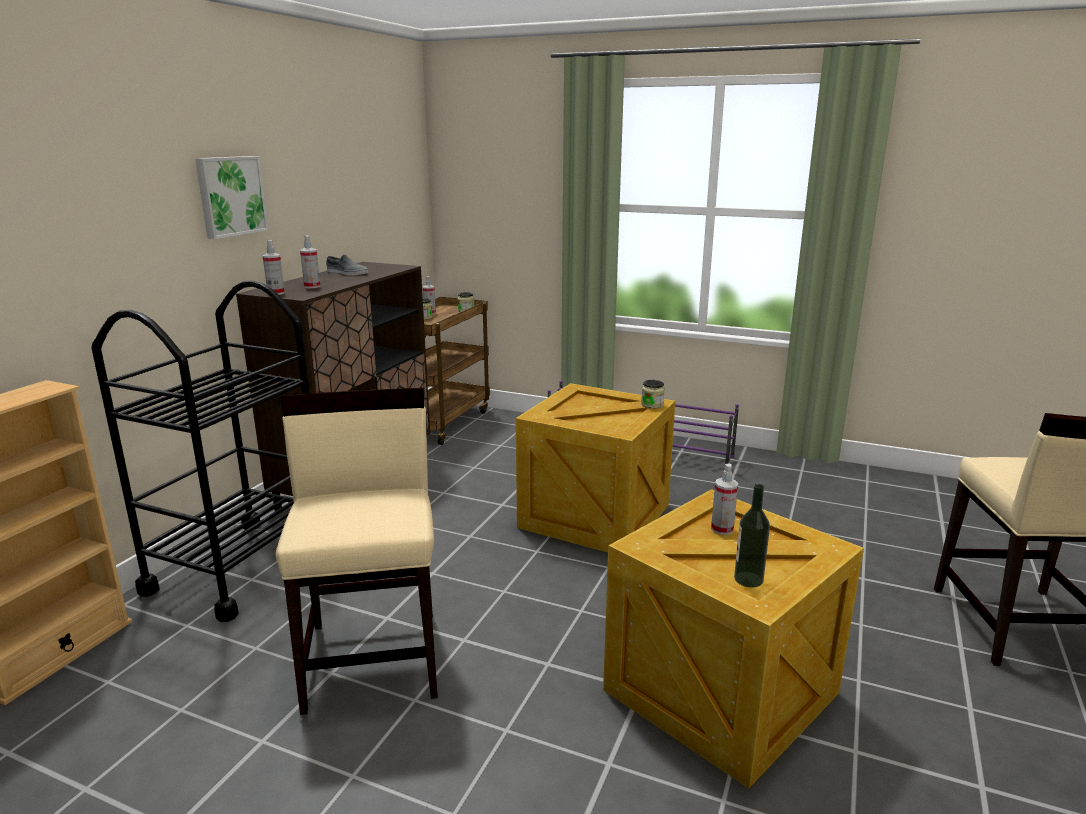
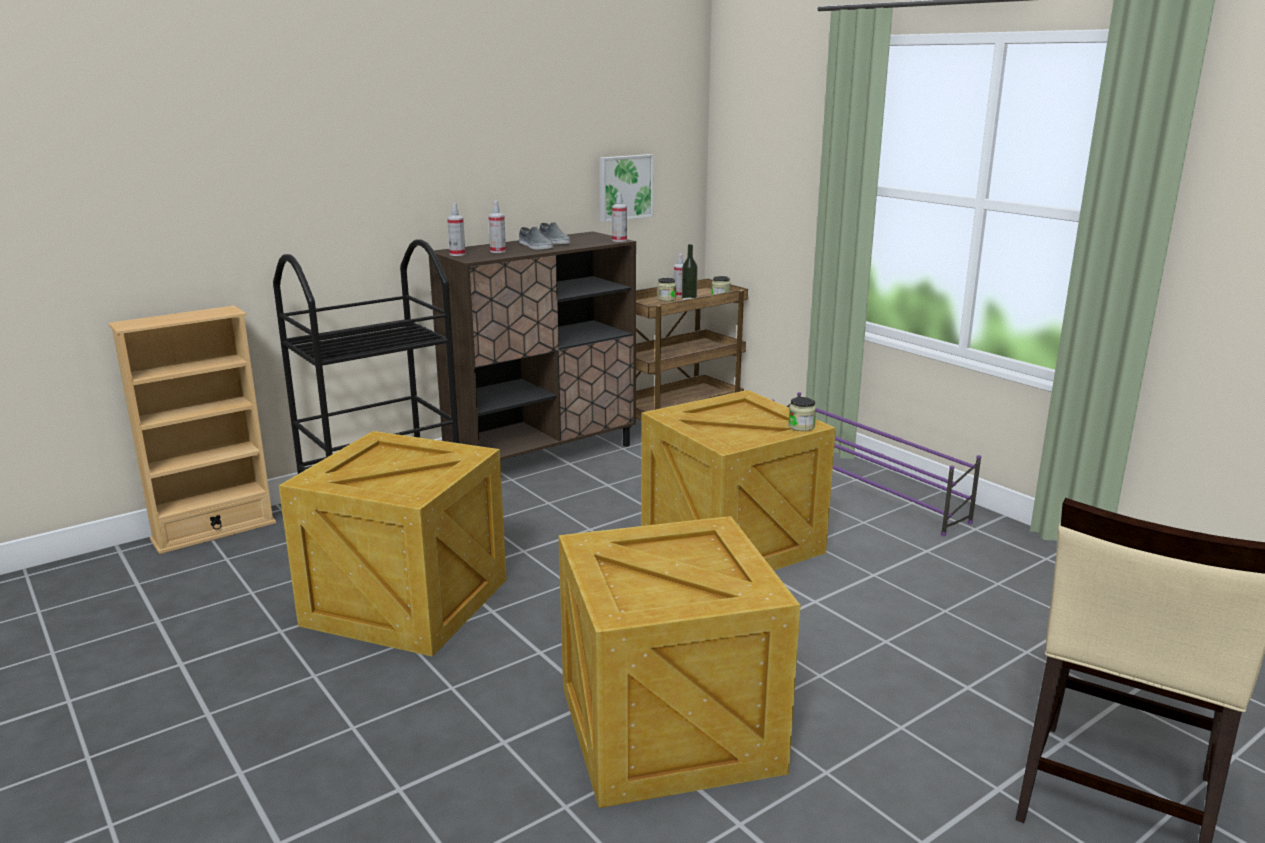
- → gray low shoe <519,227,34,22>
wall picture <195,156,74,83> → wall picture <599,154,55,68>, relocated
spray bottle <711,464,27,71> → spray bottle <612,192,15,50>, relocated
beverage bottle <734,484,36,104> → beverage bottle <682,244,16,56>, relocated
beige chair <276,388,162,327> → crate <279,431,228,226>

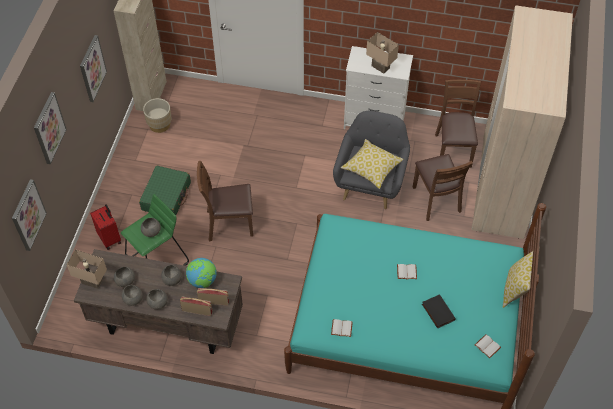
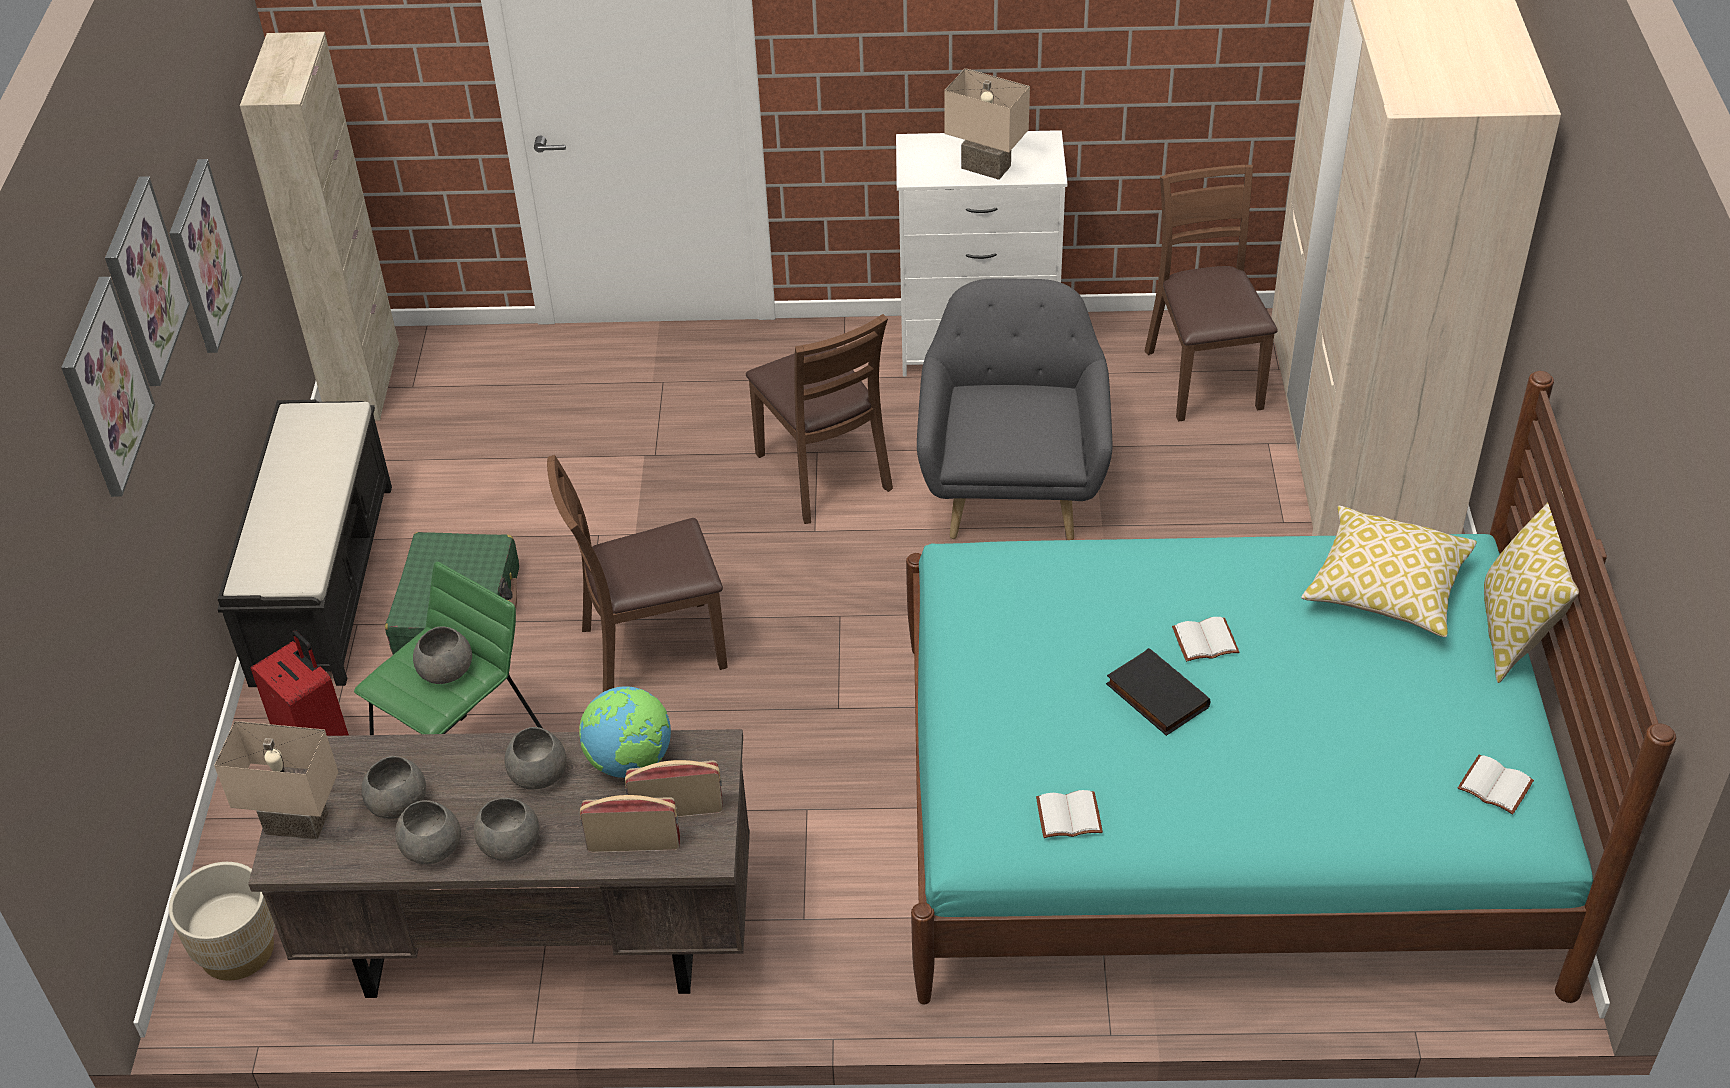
- → black-coloured bench <217,400,175,287>
wall picture <12,179,35,72> → wall picture <105,176,85,210>, relocated
beige planter <143,98,29,35> → beige planter <169,862,106,119>, relocated
pillow <341,139,62,50> → pillow <1301,506,176,131>, relocated
brownish chair <413,154,60,67> → brownish chair <746,314,147,210>, relocated
black-coloured book <422,294,34,35> → black-coloured book <1106,648,104,88>, relocated

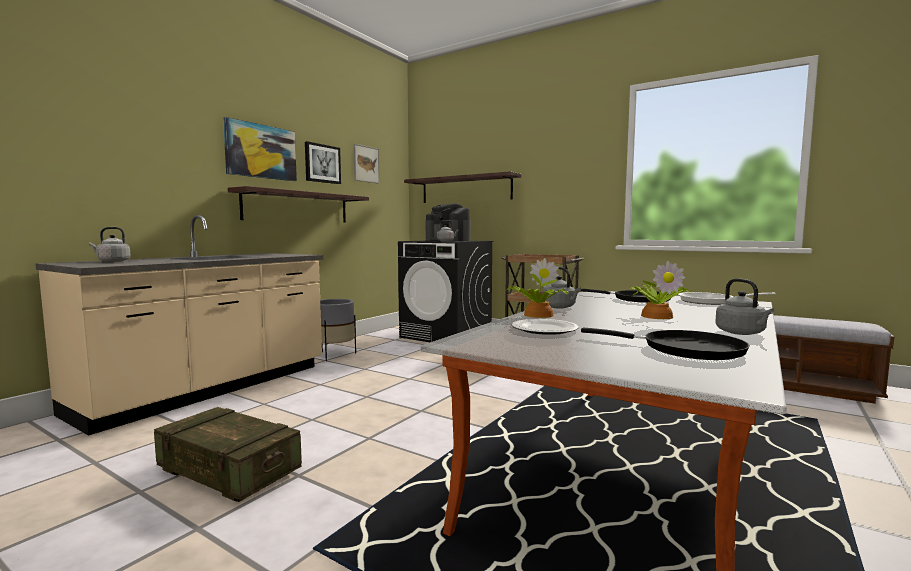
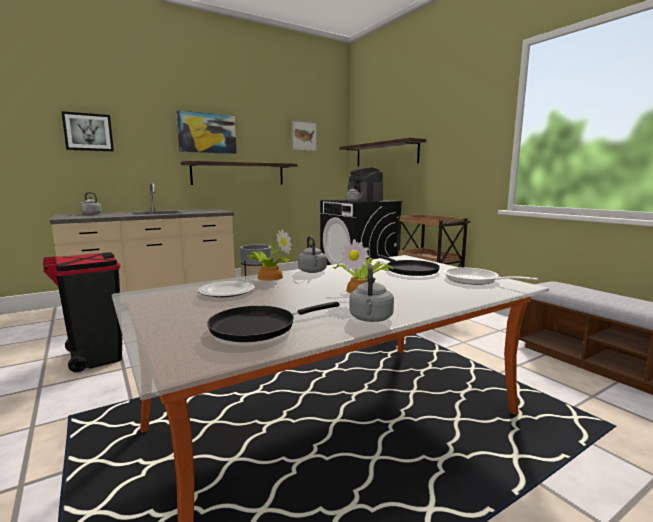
wall picture <305,141,36,43> → wall picture <61,111,53,41>, relocated
crate <154,407,148,95> → black-coloured trash can <43,252,79,120>
black-coloured skillet <581,328,169,32> → black-coloured skillet <207,302,133,40>, 90 degrees clockwise

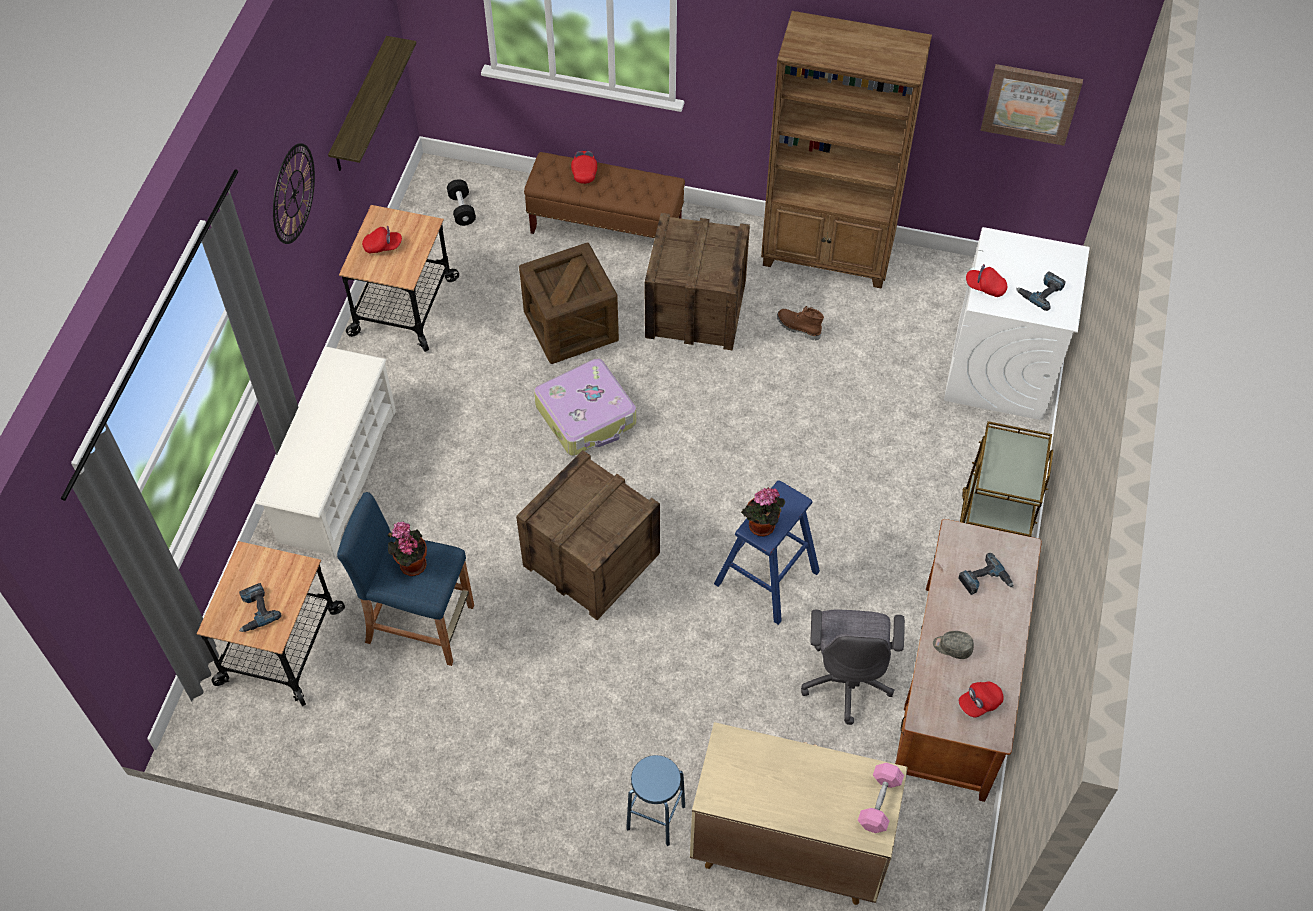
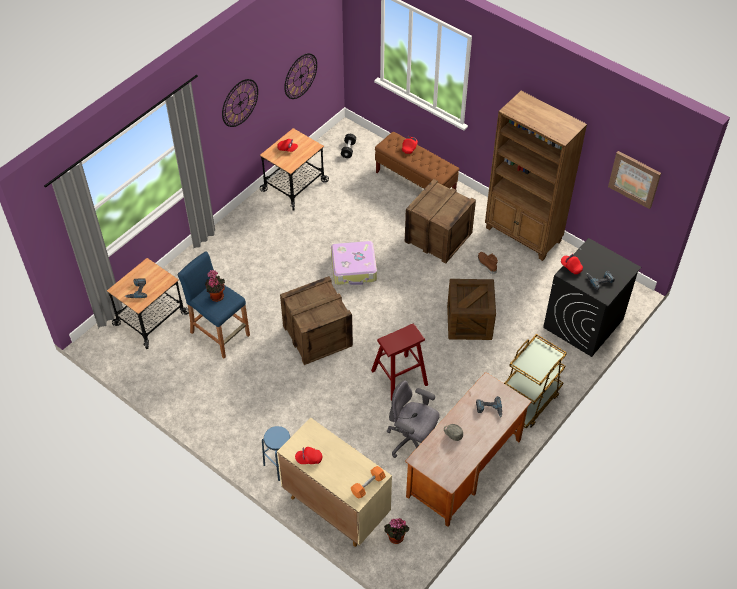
white-coloured shoe stand <256,347,140,211> → -
crate <519,242,100,122> → crate <447,279,49,61>, relocated
plant in a pot <741,487,44,49> → plant in a pot <384,518,25,26>, relocated
red cap <959,681,45,37> → red cap <295,447,27,17>, relocated
bracket shelf <328,36,88,135> → wall clock <284,53,33,46>
blue-coloured sitting stool <714,480,106,145> → red sitting stool <371,324,57,77>
pink free weight <858,763,46,70> → orange-coloured free weight <351,466,35,32>
white-coloured washing machine <944,227,146,194> → black-coloured washing machine <543,238,98,119>
gray computer chair <801,609,104,116> → gray computer chair <386,380,54,78>, 90 degrees clockwise

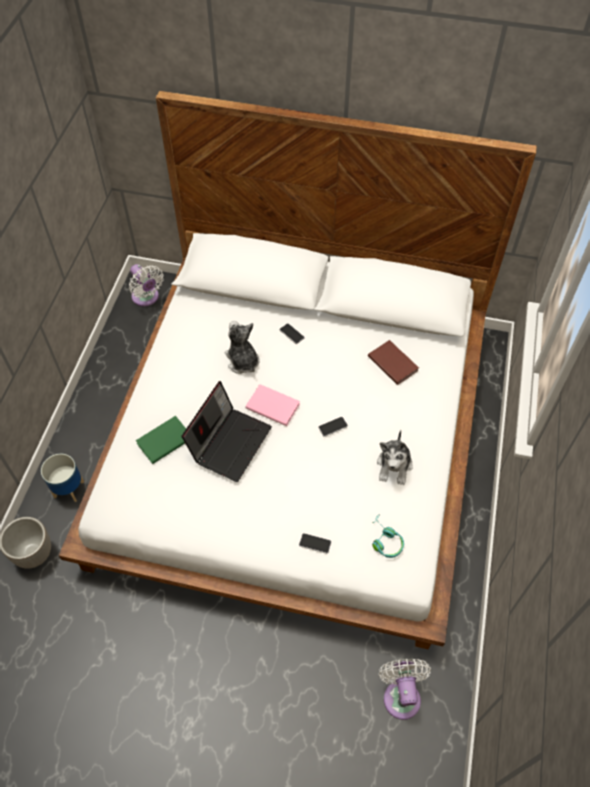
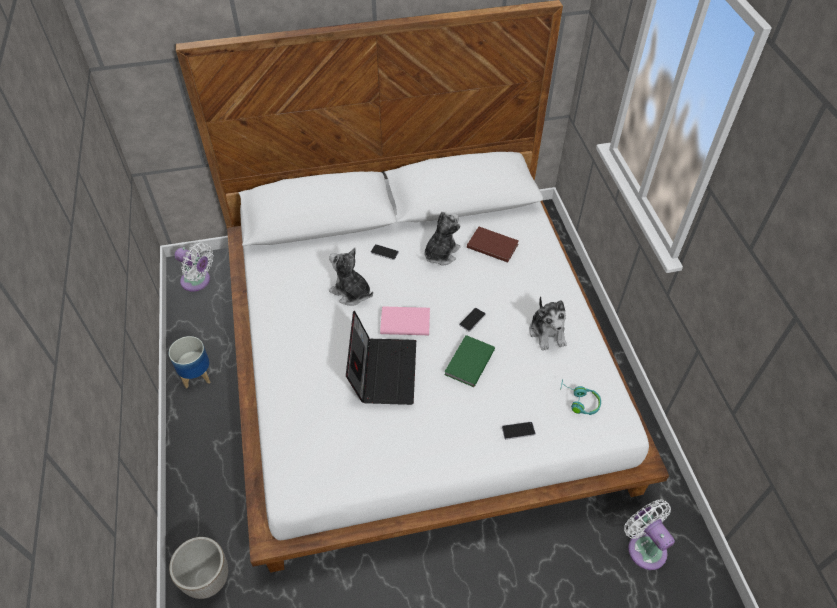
- → soft toy <424,211,37,54>
planter <41,454,43,48> → planter <169,336,41,52>, relocated
green-coloured book <136,416,50,48> → green-coloured book <444,335,51,52>, relocated

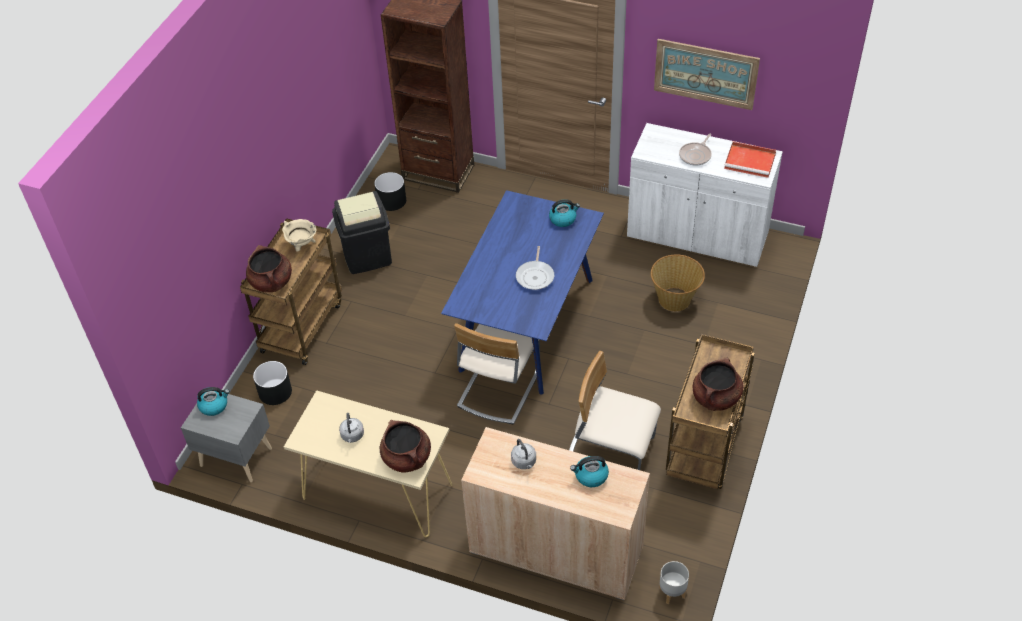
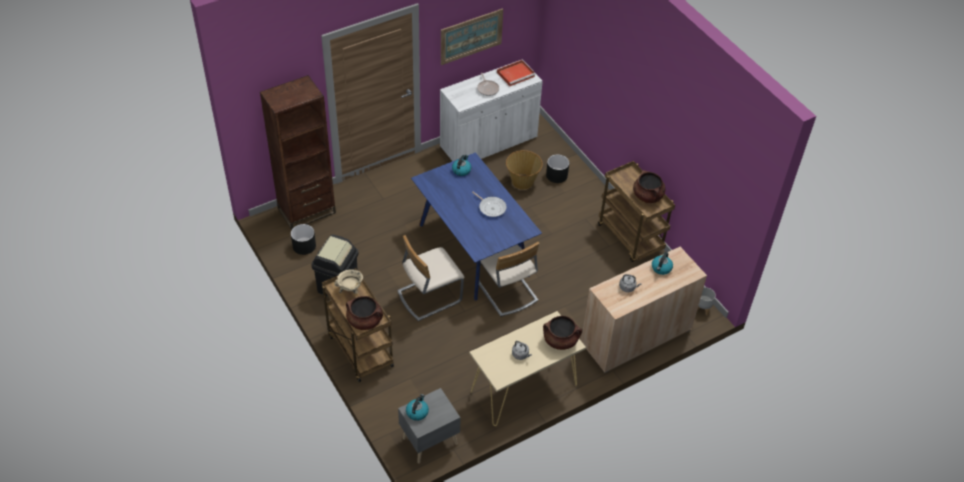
black-coloured planter <253,361,39,44> → black-coloured planter <546,154,23,29>, relocated
beige chair <569,351,92,119> → beige chair <397,235,67,86>, relocated

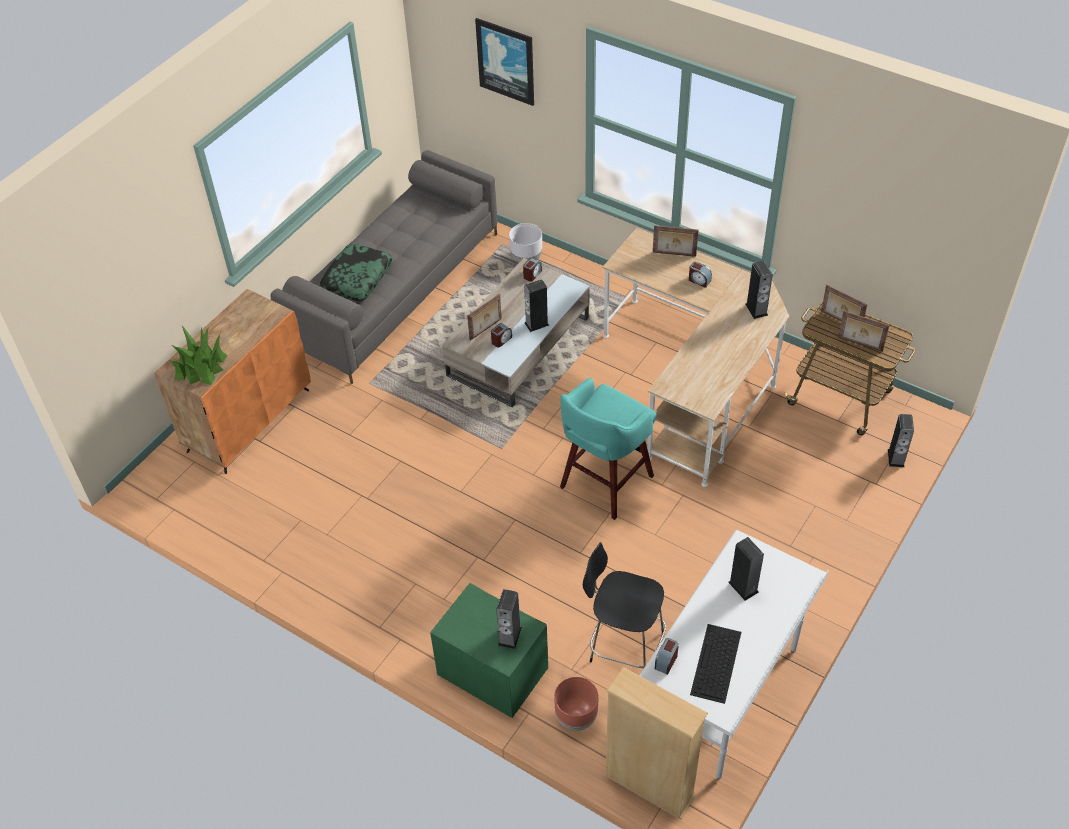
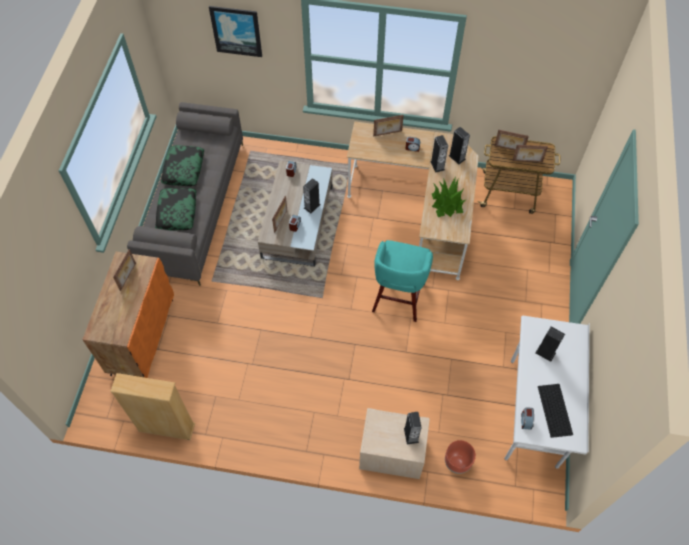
white-coloured planter <509,223,33,39> → -
black-coloured chair <583,542,83,126> → -
- → picture frame <113,249,23,42>
- → pillow <161,145,43,41>
plant in a pot <169,326,59,59> → plant in a pot <432,177,33,40>, relocated
beige bookshelf <604,667,104,153> → beige bookshelf <110,373,85,67>, relocated
speaker <888,414,26,53> → speaker <430,135,18,38>, relocated
green-coloured nightstand <430,583,118,135> → beige nightstand <359,408,71,71>

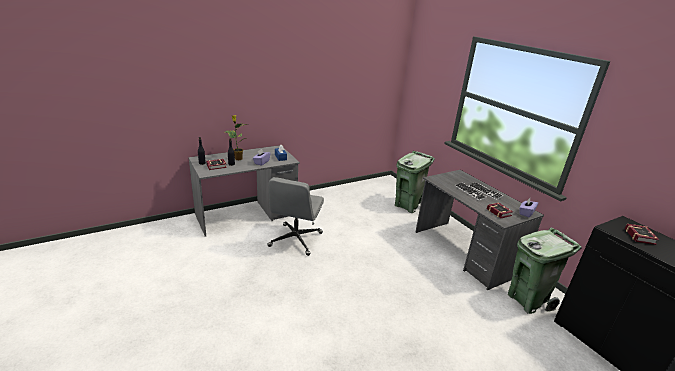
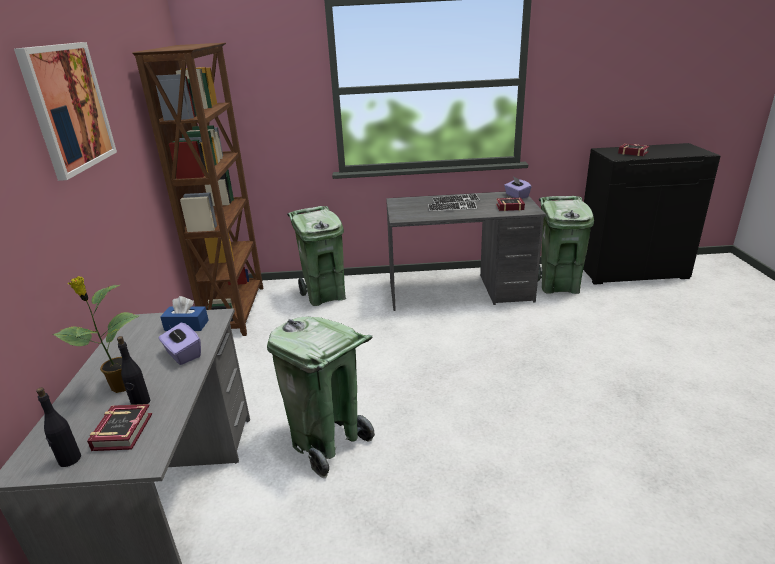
- → wall picture <14,42,103,139>
- → brownish bookshelf <132,43,131,293>
gray computer chair <267,177,57,79> → green-coloured trash can <267,317,108,161>

